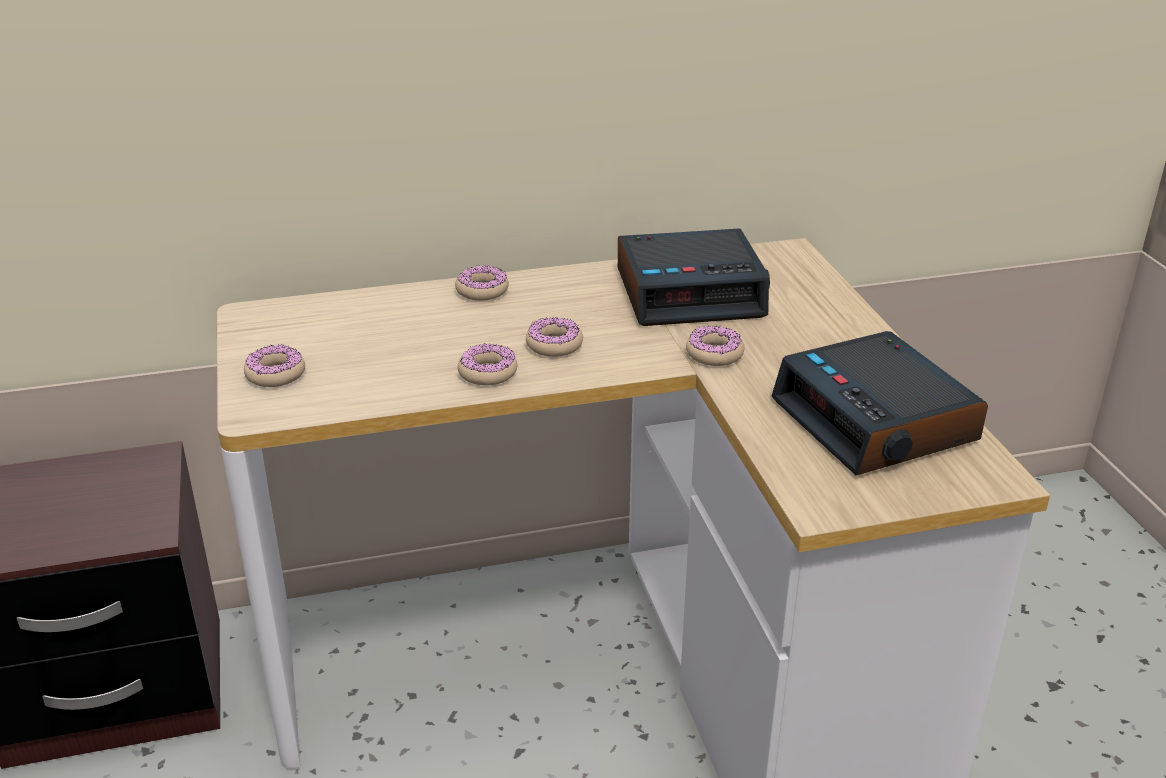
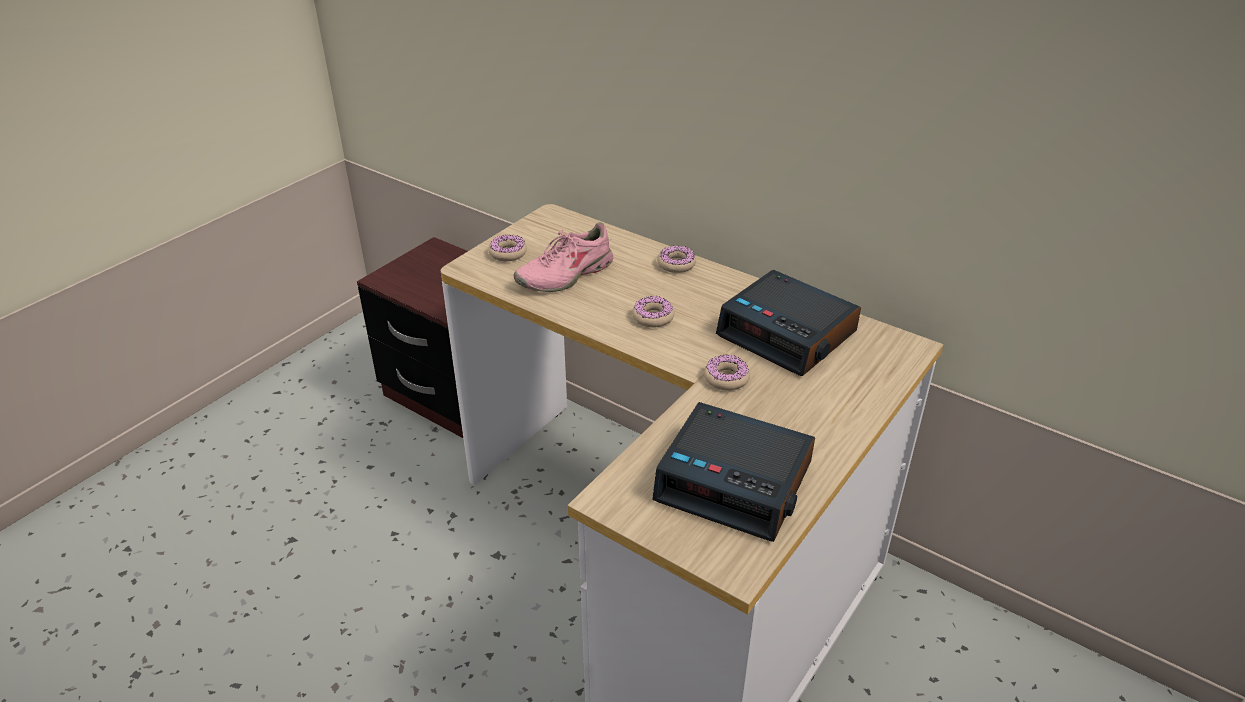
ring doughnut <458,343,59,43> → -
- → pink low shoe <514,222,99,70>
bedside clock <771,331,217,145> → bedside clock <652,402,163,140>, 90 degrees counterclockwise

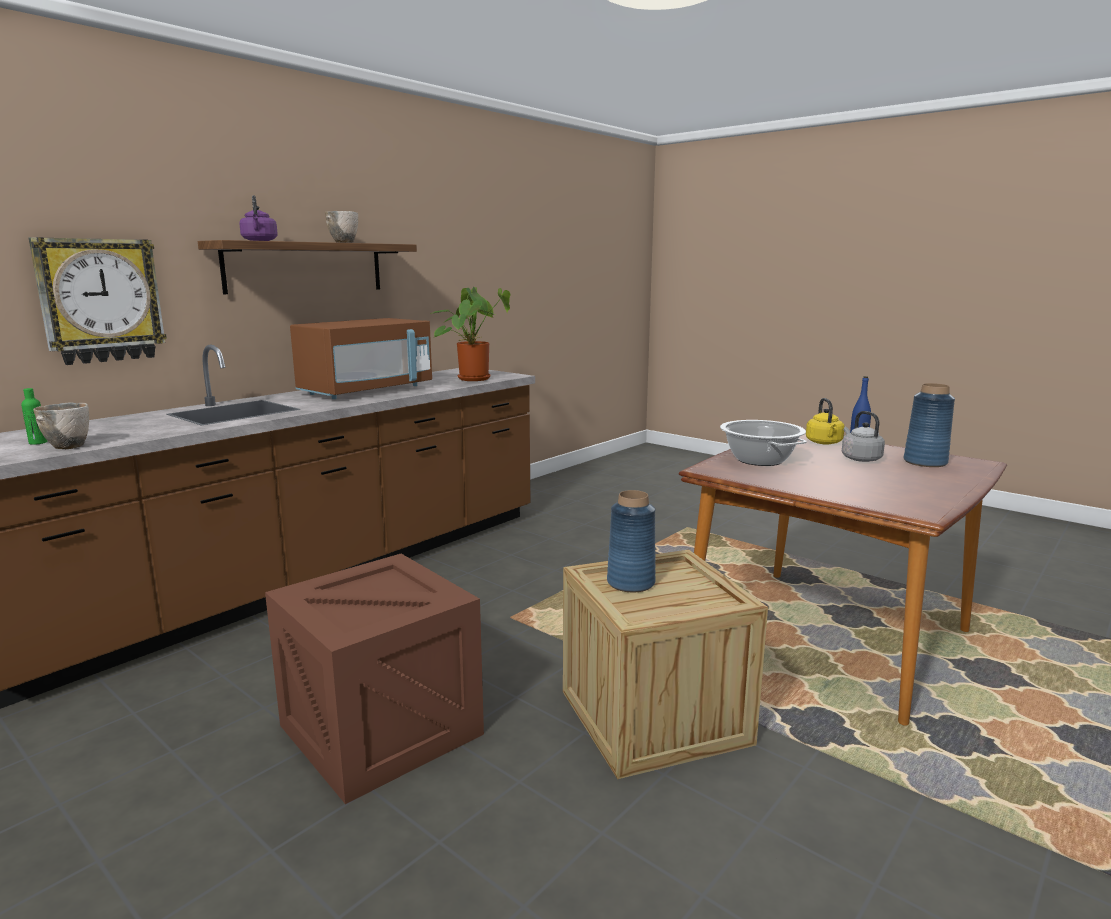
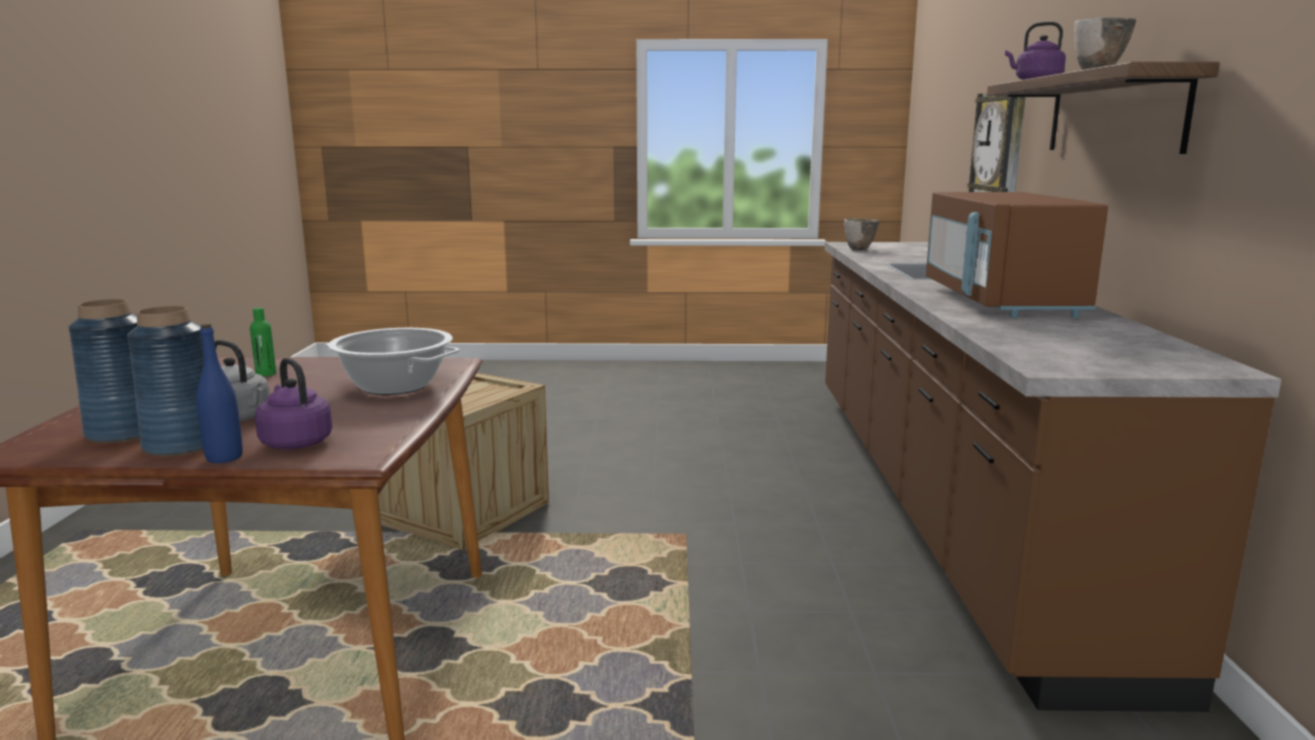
crate <265,554,219,250> → -
plant in a pot <430,287,81,94> → -
green-coloured beverage bottle <21,388,27,57> → green-coloured beverage bottle <250,308,26,69>, relocated
blue-coloured flower vase <607,490,48,102> → blue-coloured flower vase <127,306,77,151>, relocated
yellow-coloured water kettle <806,398,39,46> → purple water kettle <255,358,78,91>

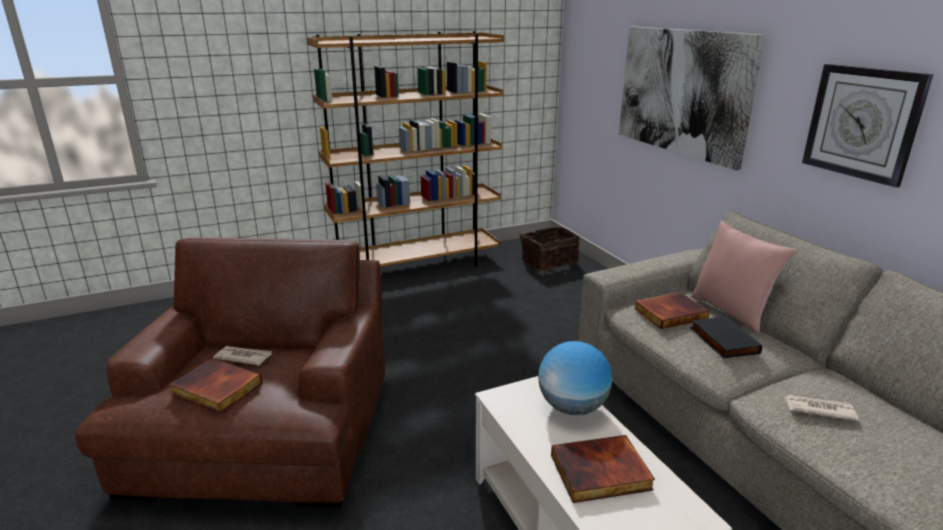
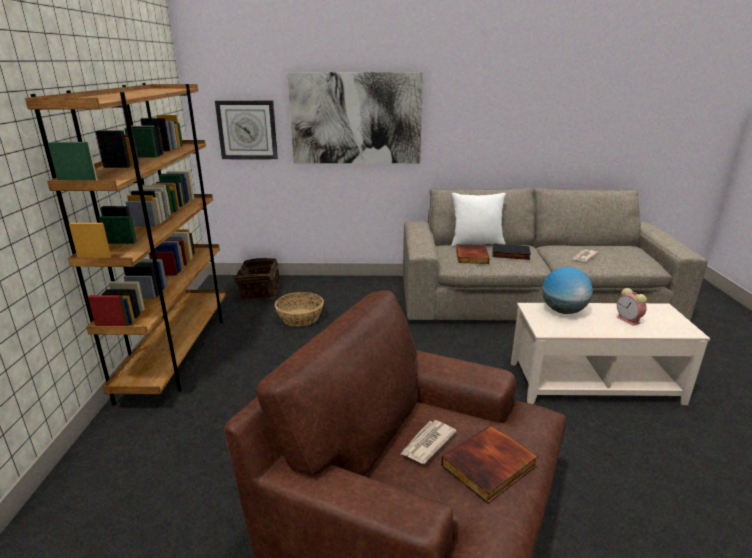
- → household basket <275,292,49,34>
wall clock <802,64,131,124> → wall clock <215,100,63,59>, relocated
book <551,435,104,68> → bedside clock <617,288,30,38>
pink pillow <691,221,106,112> → white-coloured pillow <451,193,55,54>

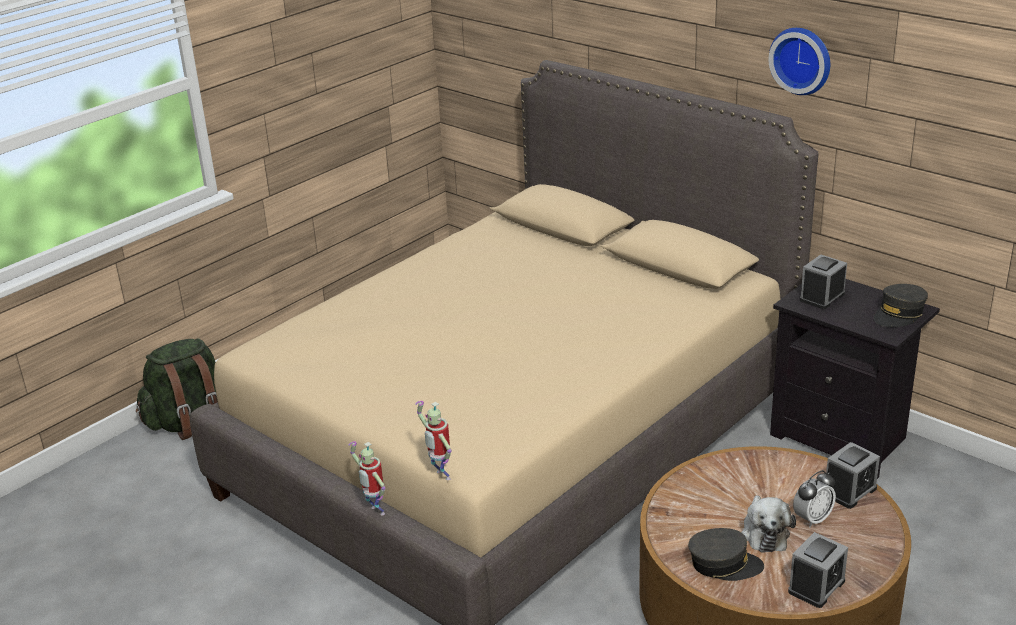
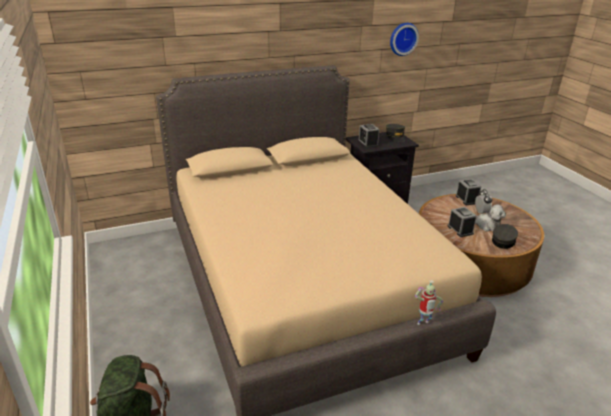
toy robot <415,401,37,79> → -
wall clock <769,28,61,67> → wall clock <390,23,29,33>, relocated
bedside clock <788,532,60,76> → bedside clock <447,207,30,30>, relocated

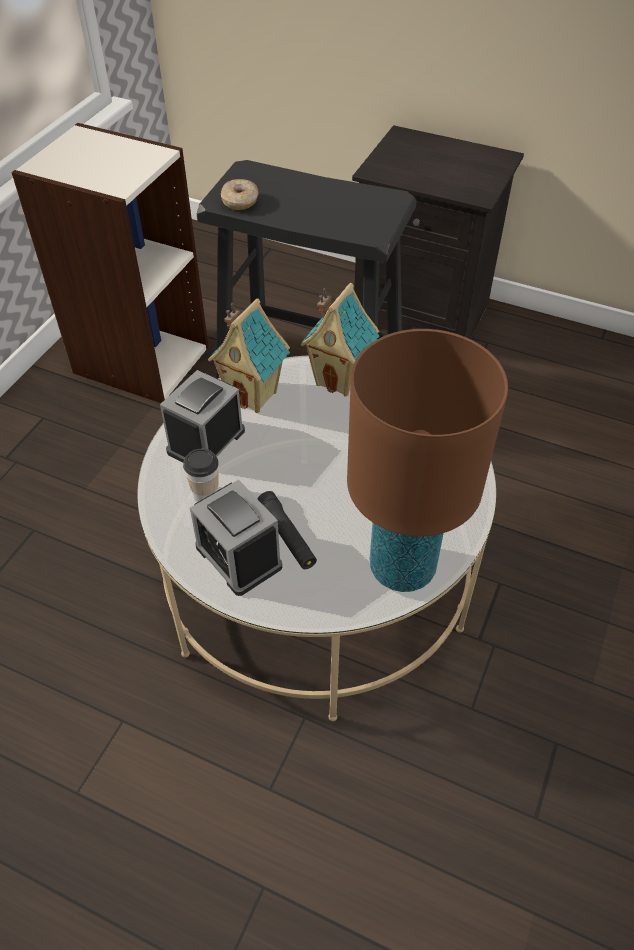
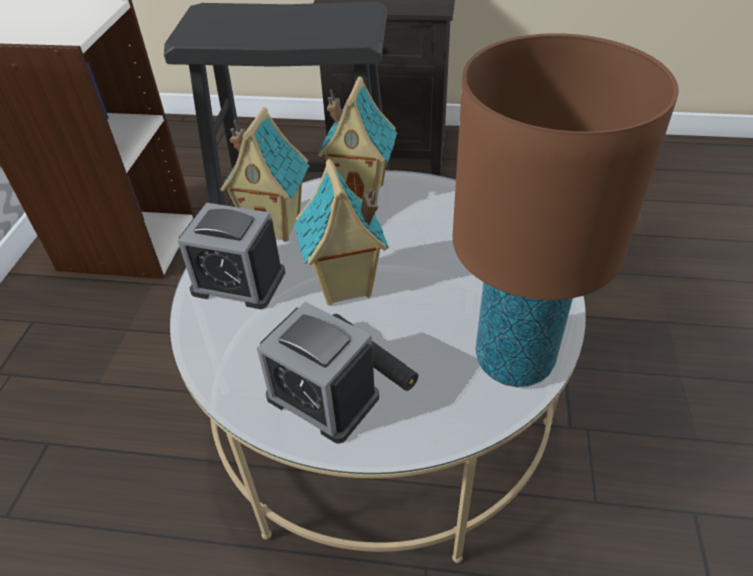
cup <183,449,36,53> → -
ring doughnut <221,179,37,31> → -
- → model house <294,159,95,147>
bedside clock <160,370,85,93> → bedside clock <178,203,107,106>, 90 degrees counterclockwise

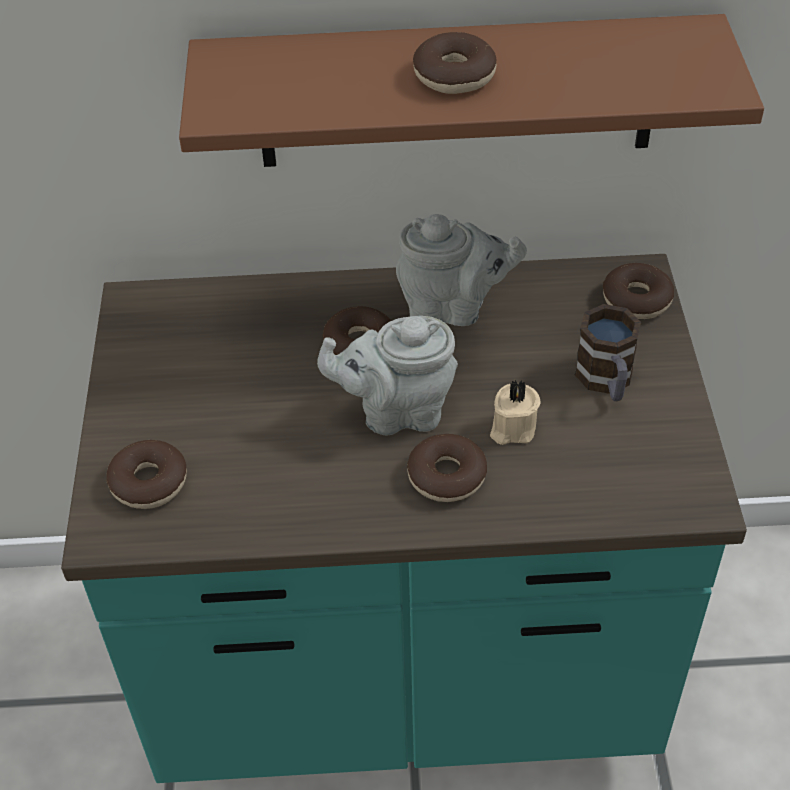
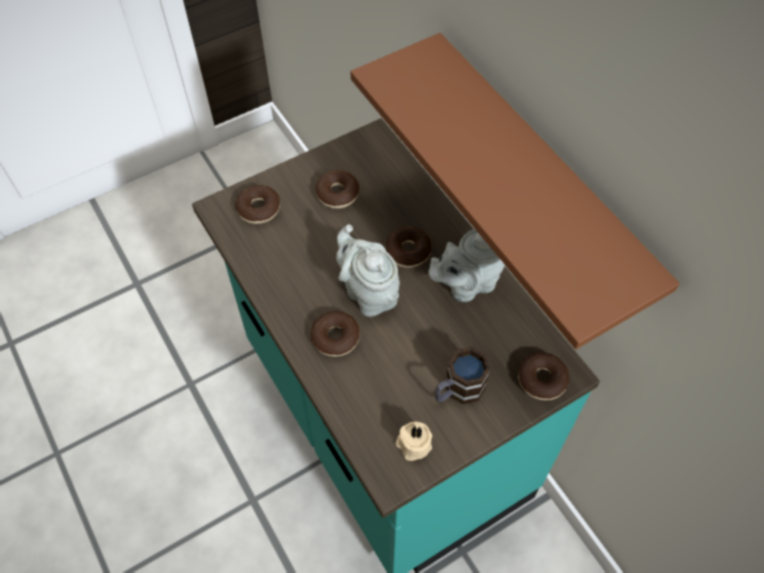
ring doughnut <413,32,84,62> → ring doughnut <315,170,44,39>, relocated
beige wax candle <490,380,50,65> → beige wax candle <396,422,36,39>, relocated
gray tea pot <396,214,131,112> → gray tea pot <429,229,76,73>, 90 degrees clockwise

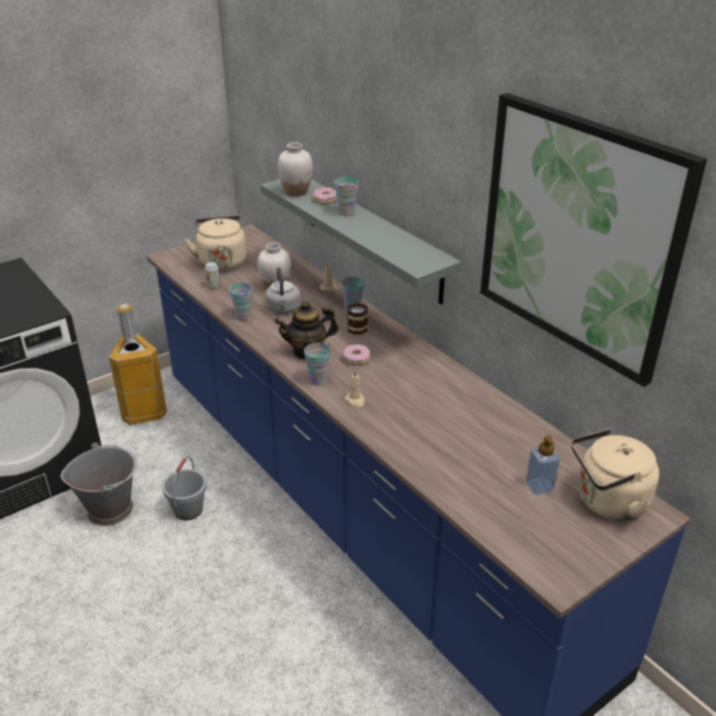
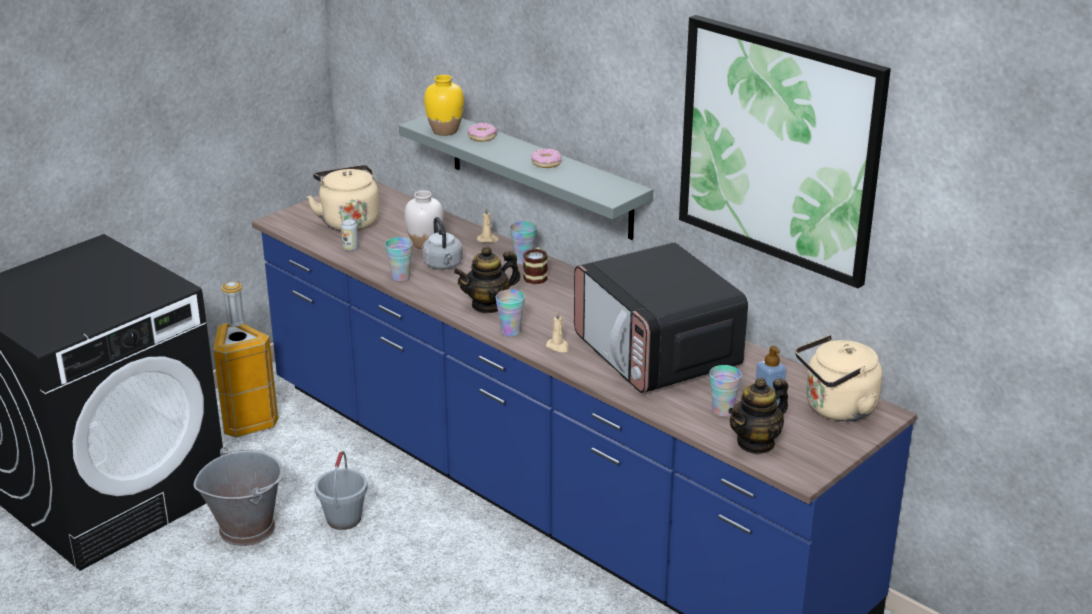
- → microwave <574,242,174,151>
- → tea pot <728,378,60,77>
cup <334,176,25,40> → cup <709,365,33,52>, relocated
ring doughnut <343,344,27,21> → ring doughnut <531,149,31,19>, relocated
white-coloured flower vase <278,142,35,55> → yellow-coloured flower vase <424,75,40,61>

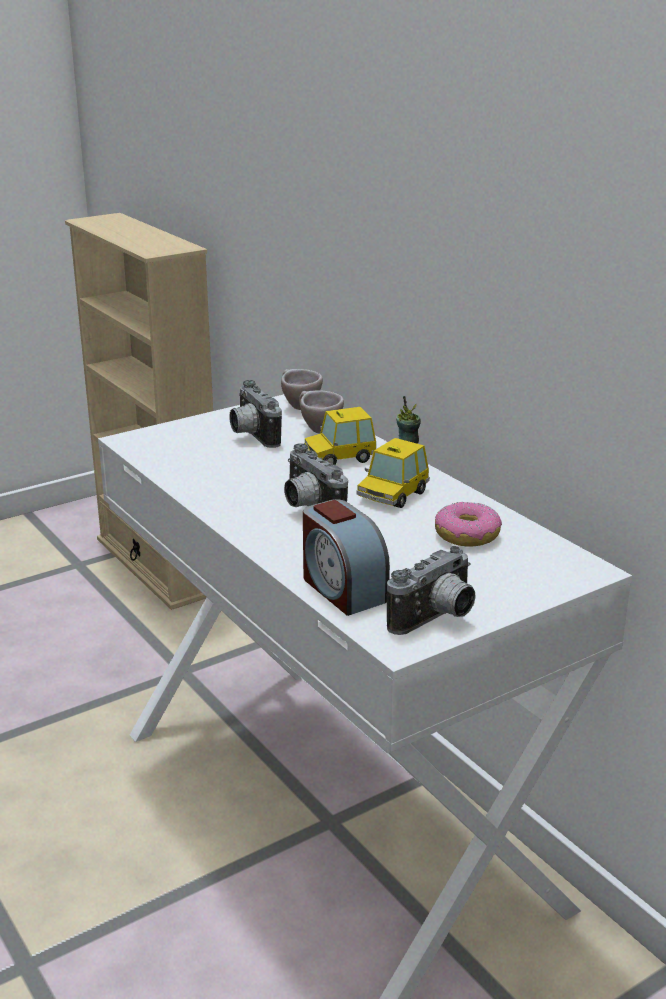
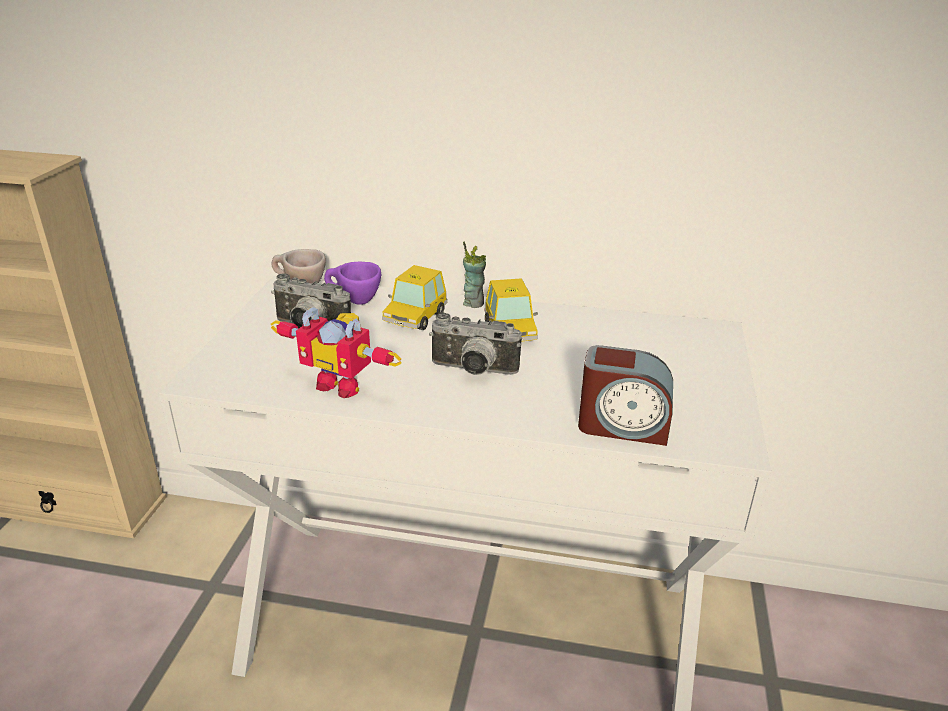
photo camera <387,546,89,89> → -
ring doughnut <435,502,67,45> → -
- → toy robot <271,307,131,91>
beige cup <299,390,45,44> → purple cup <324,262,57,43>

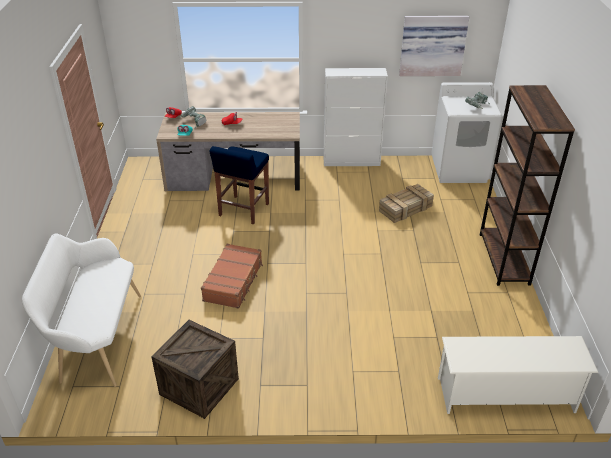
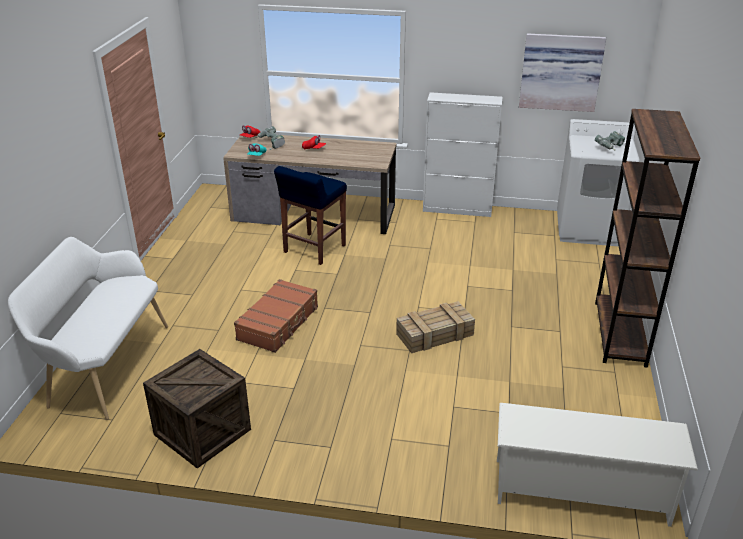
crate <379,184,55,39> → crate <396,302,79,51>, relocated

